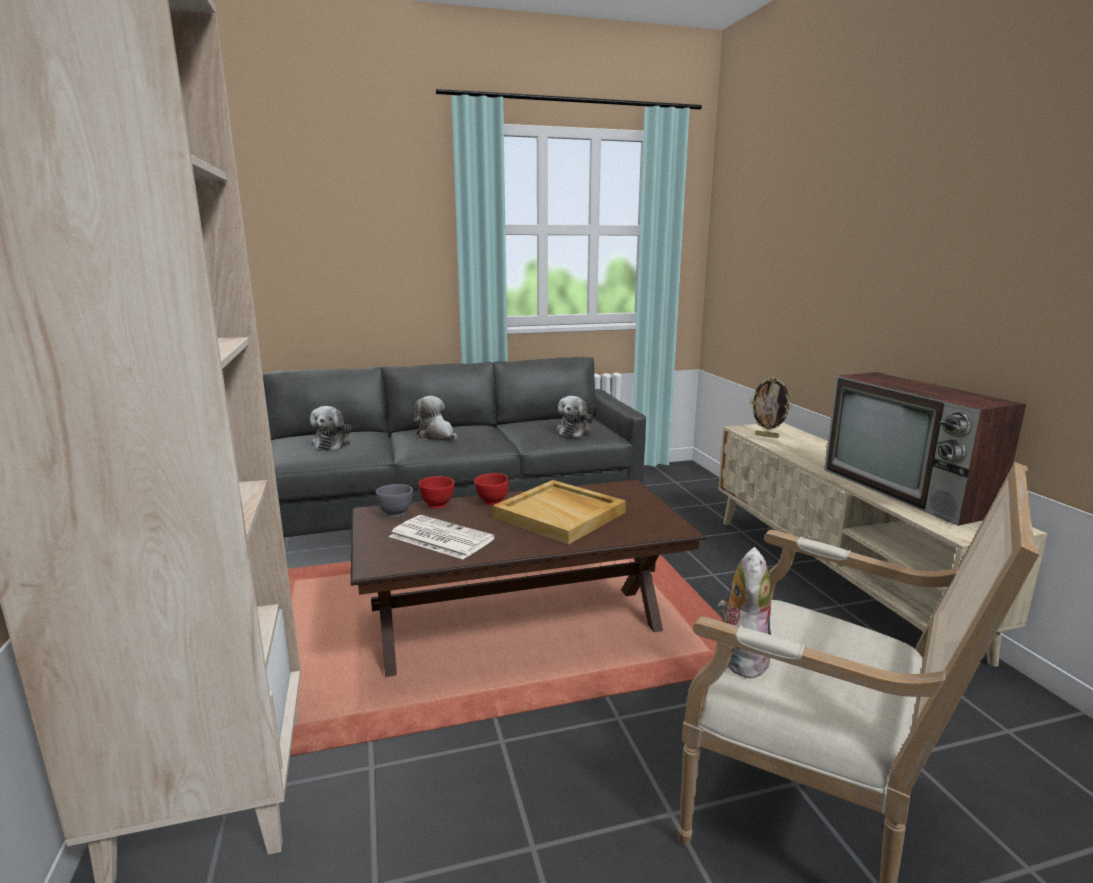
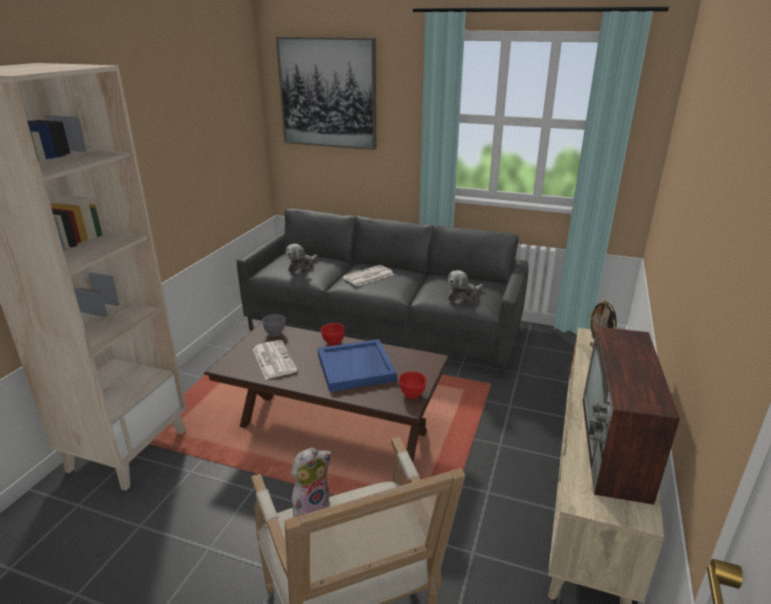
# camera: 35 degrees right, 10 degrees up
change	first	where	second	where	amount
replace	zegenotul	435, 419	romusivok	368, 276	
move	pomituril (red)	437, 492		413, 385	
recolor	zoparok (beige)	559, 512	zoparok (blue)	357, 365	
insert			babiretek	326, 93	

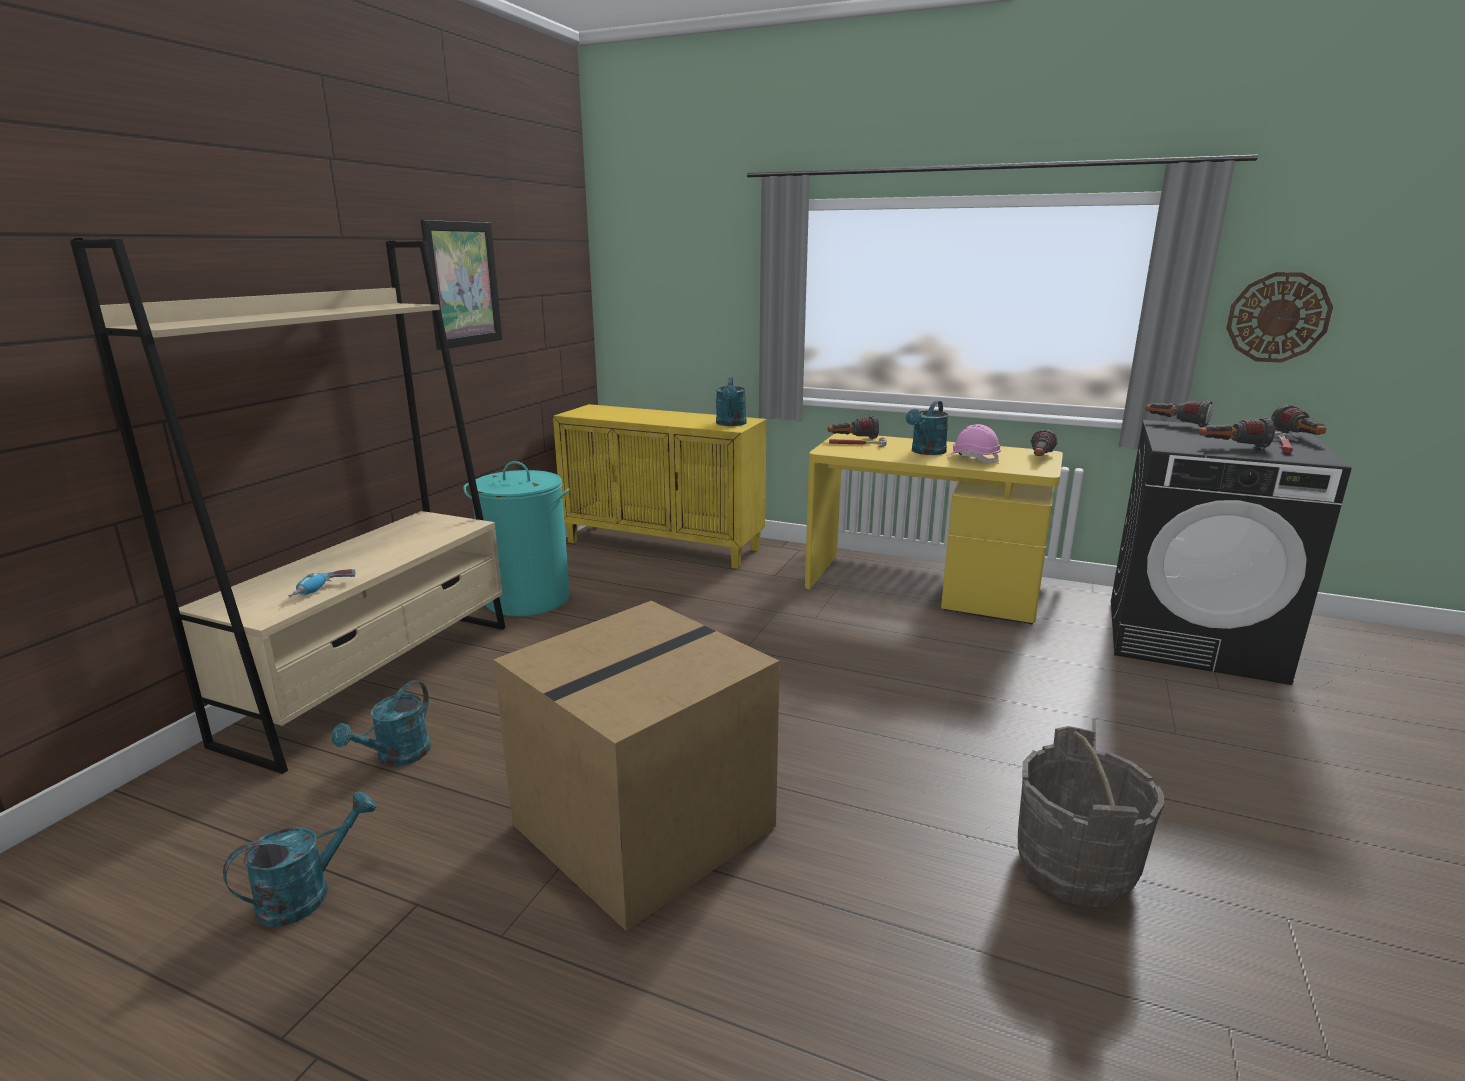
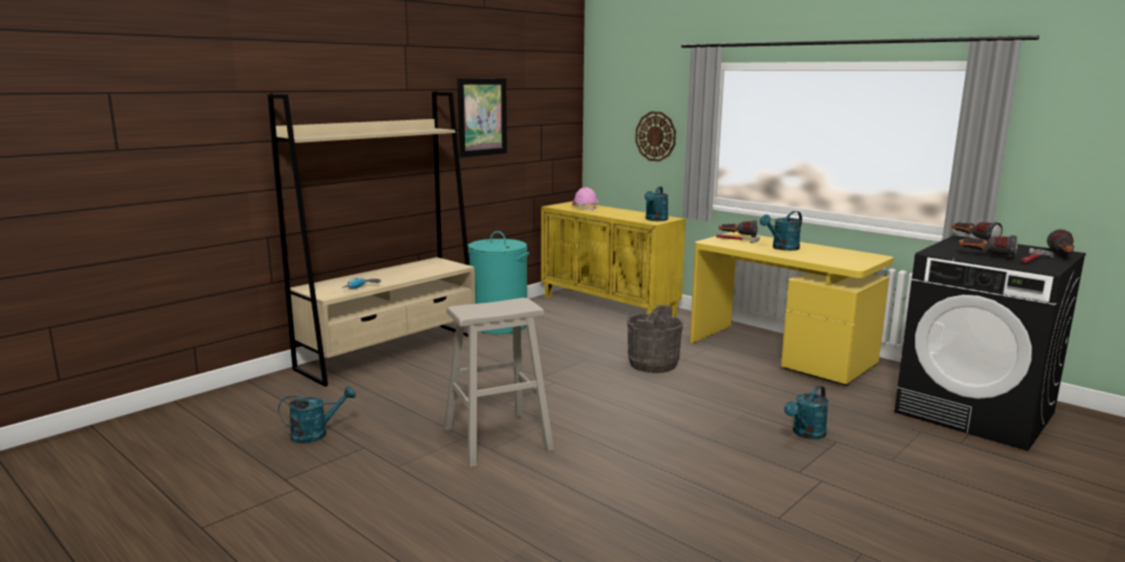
# camera: 20 degrees right, 5 degrees down
change	first	where	second	where	amount
move	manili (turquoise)	381, 723		806, 412	
replace	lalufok	636, 766	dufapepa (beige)	499, 382	
move	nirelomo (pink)	974, 444		585, 198	
move	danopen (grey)	1091, 816		655, 339	
delete	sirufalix	1044, 442			
move	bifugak	1279, 317		655, 136	

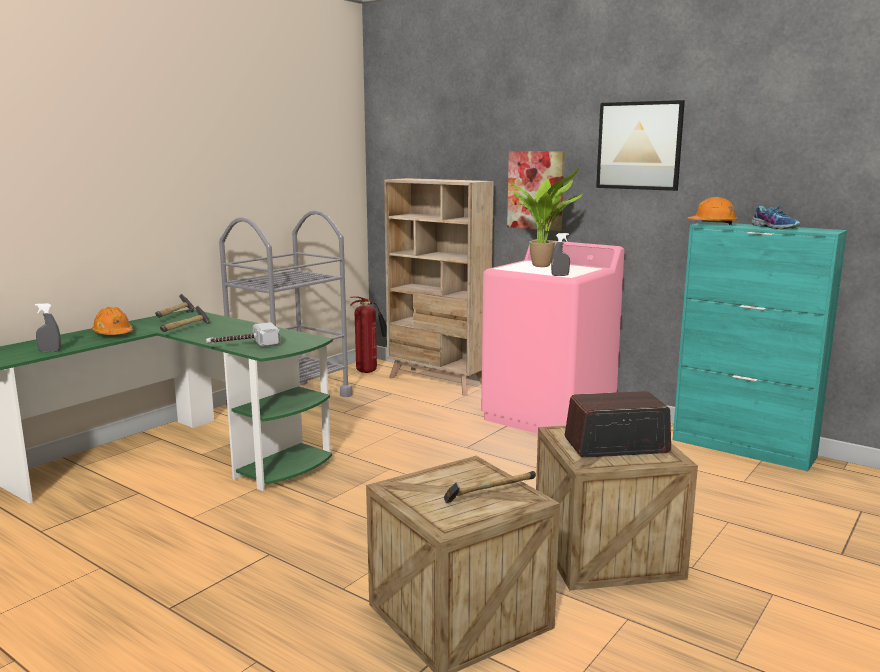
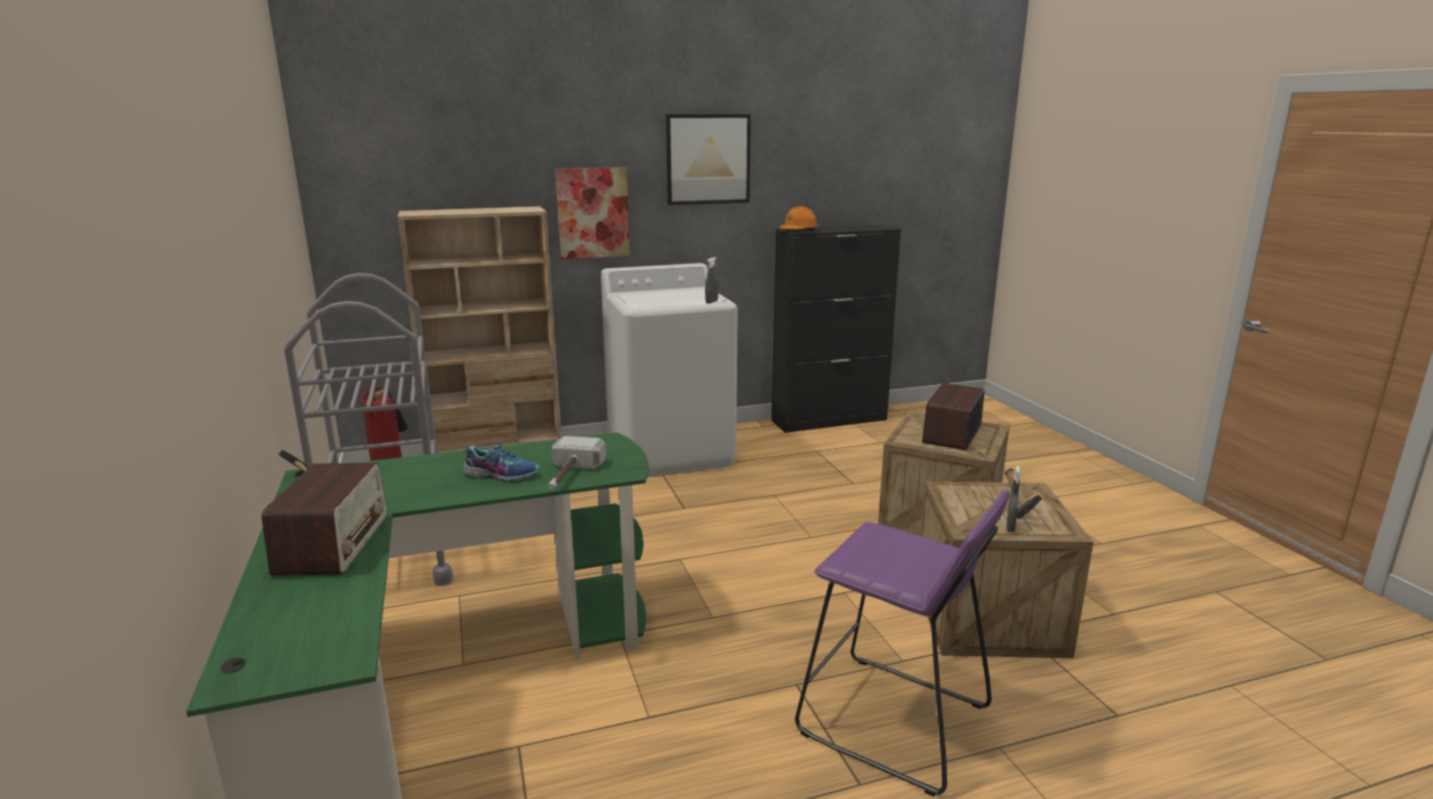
# camera: 55 degrees left, 5 degrees up
change	first	where	second	where	amount
move	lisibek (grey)	48, 327		1013, 499	
replace	nirelomo (orange)	112, 321	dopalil	324, 519	
delete	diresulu	185, 319			
recolor	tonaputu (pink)	552, 336	tonaputu (white)	669, 370	
delete	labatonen	547, 217			
recolor	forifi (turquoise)	760, 346	forifi (black)	836, 329	
move	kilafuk	775, 216		501, 460	
insert			dufapepa (purple)	902, 643	

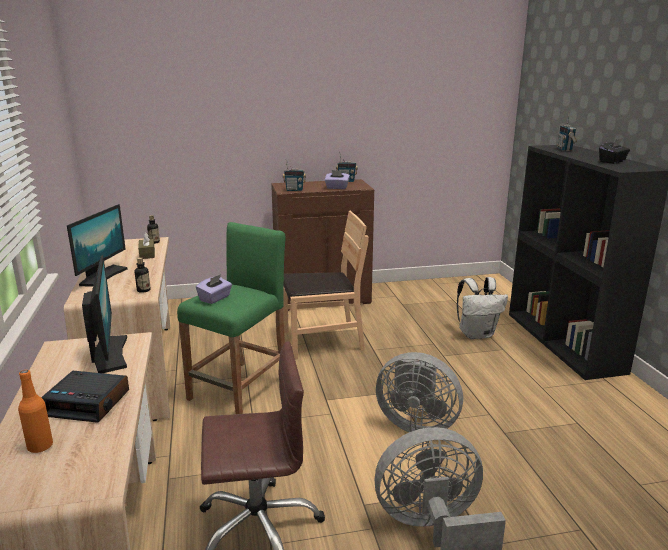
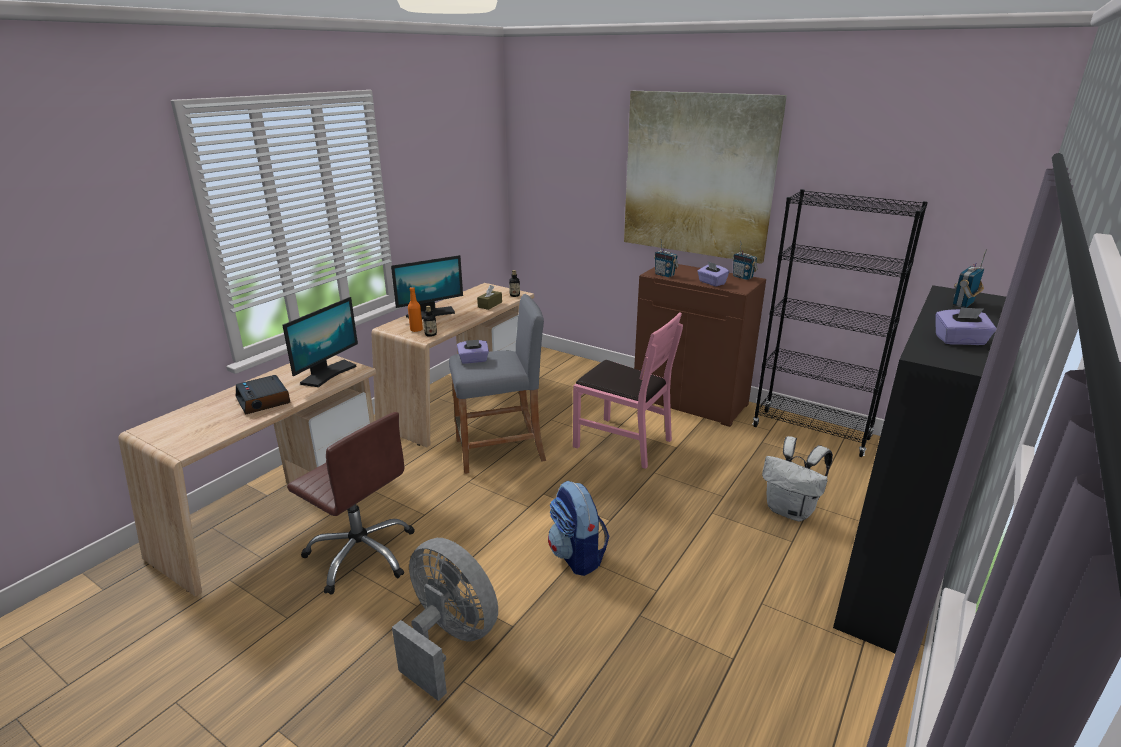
# camera: 45 degrees right, 5 degrees up
change	first	where	second	where	amount
move	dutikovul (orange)	35, 411		415, 309	
recolor	dufapepa (green)	231, 318	dufapepa (grey)	497, 384	
recolor	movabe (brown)	326, 285	movabe (pink)	628, 390	
replace	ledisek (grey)	419, 392	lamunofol	578, 528	
recolor	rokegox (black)	614, 151	rokegox (purple)	966, 326	
insert			babiretek	705, 177	
insert			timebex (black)	840, 323	

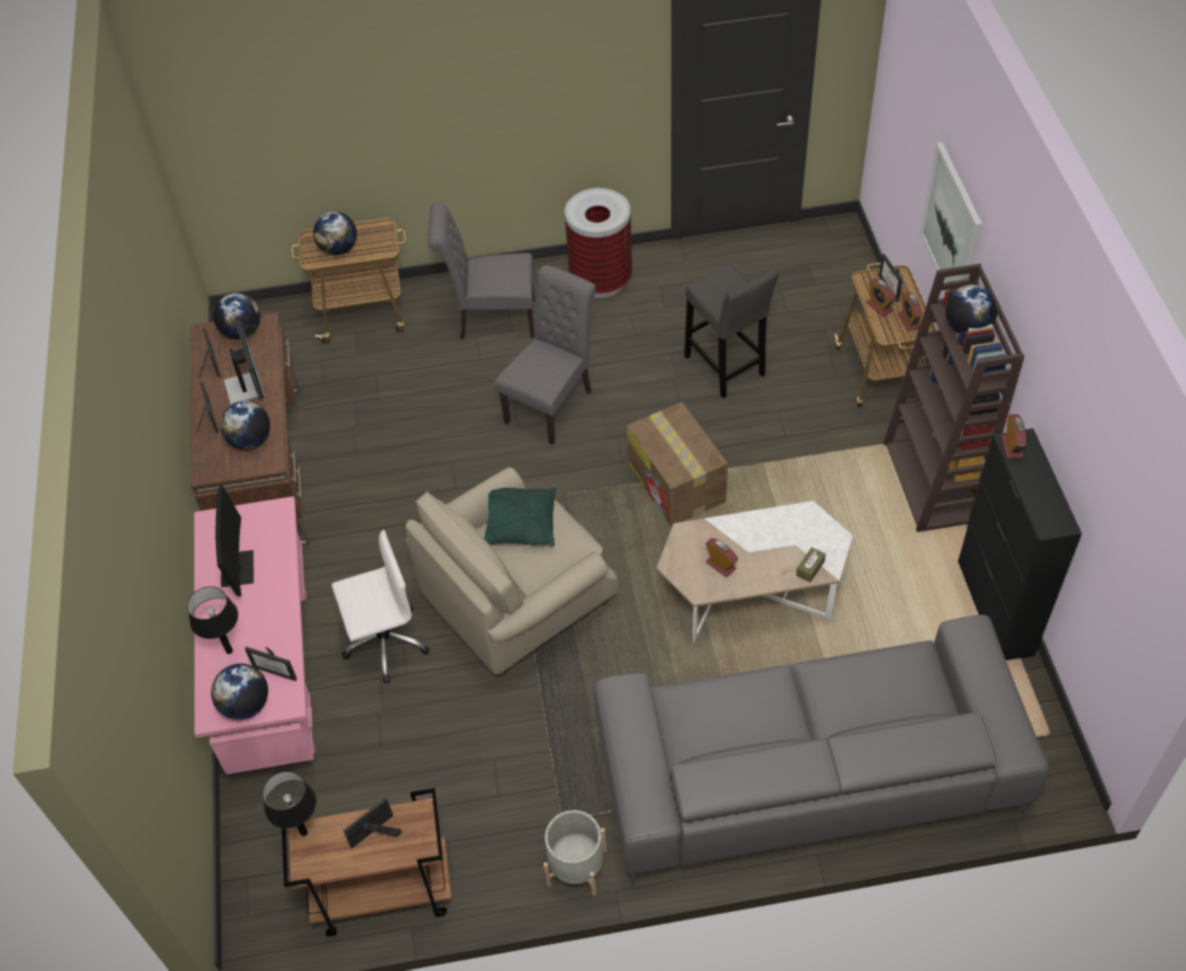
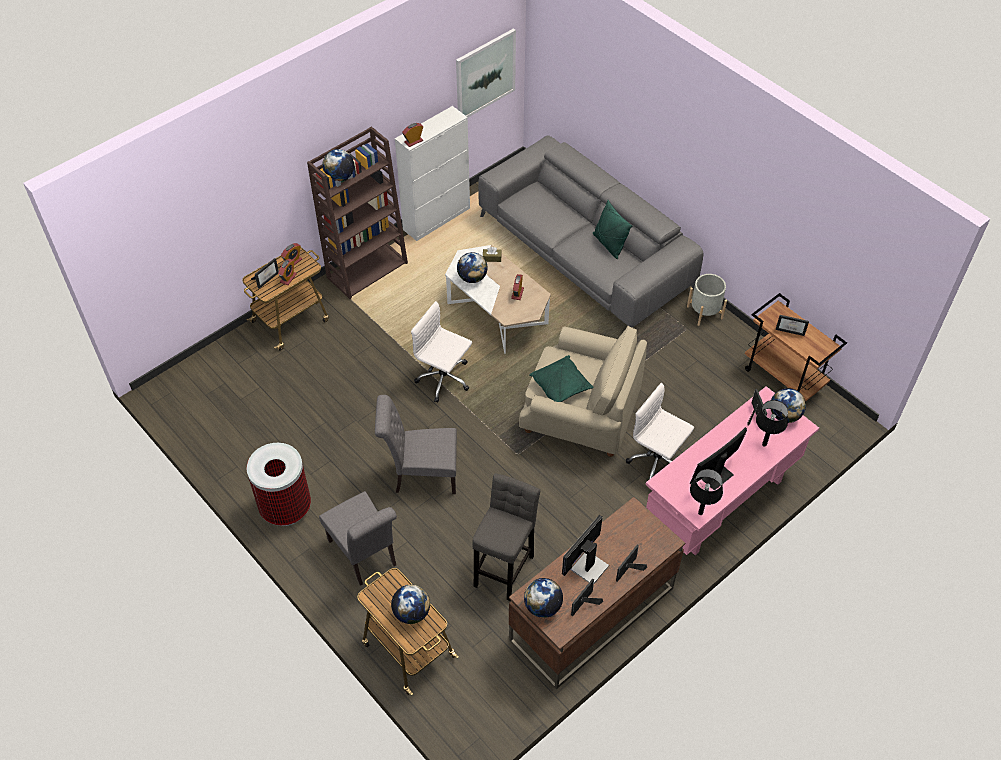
# camera: 125 degrees left, 0 degrees up
change	first	where	second	where	amount
move	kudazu	245, 425		472, 267	
move	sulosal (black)	289, 803		706, 492	
replace	lalufok	677, 464	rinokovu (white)	441, 352	
move	dufapepa (grey)	731, 331		506, 537	
move	babiretek	951, 216		486, 72	
recolor	forifi (black)	1020, 544	forifi (white)	432, 173	
insert			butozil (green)	612, 229	

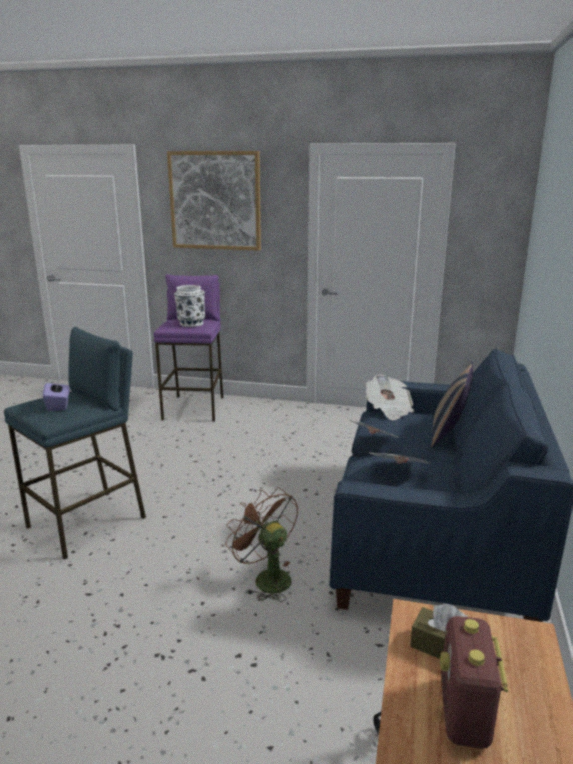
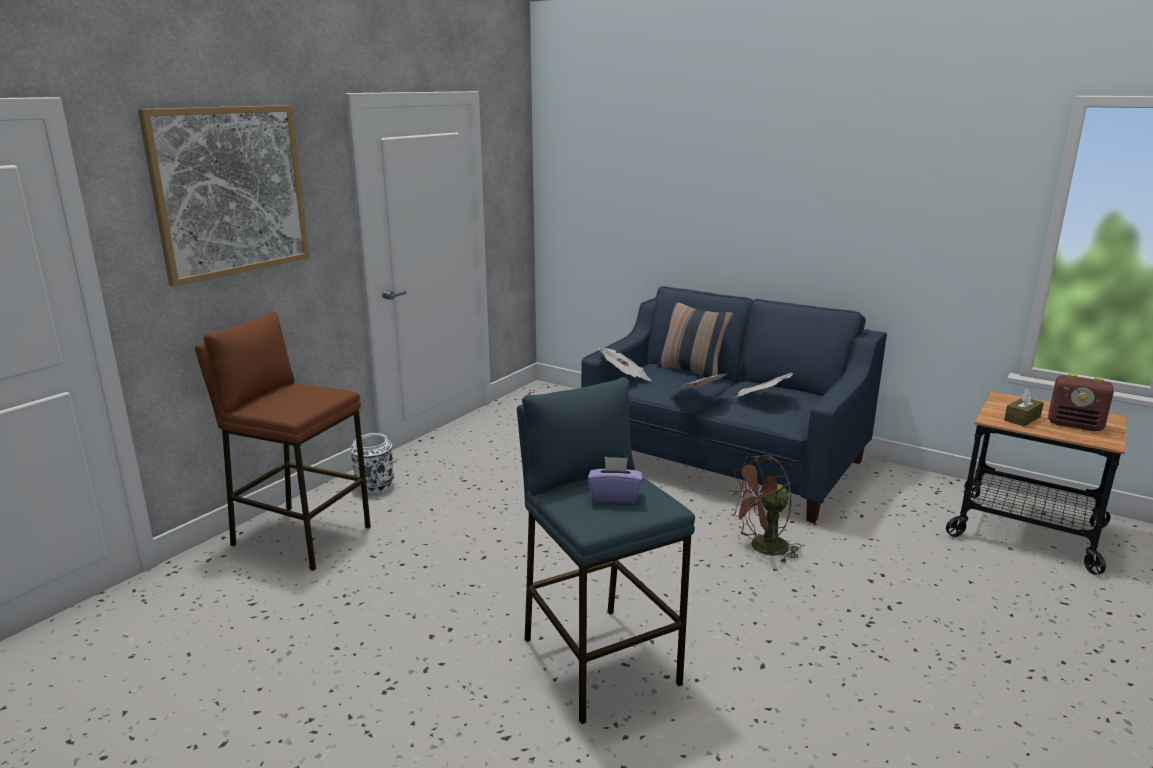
# camera: 70 degrees left, 0 degrees up
change	first	where	second	where	amount
recolor	dufapepa (purple)	188, 348	dufapepa (brown)	283, 441	
move	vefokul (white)	189, 306		372, 463	

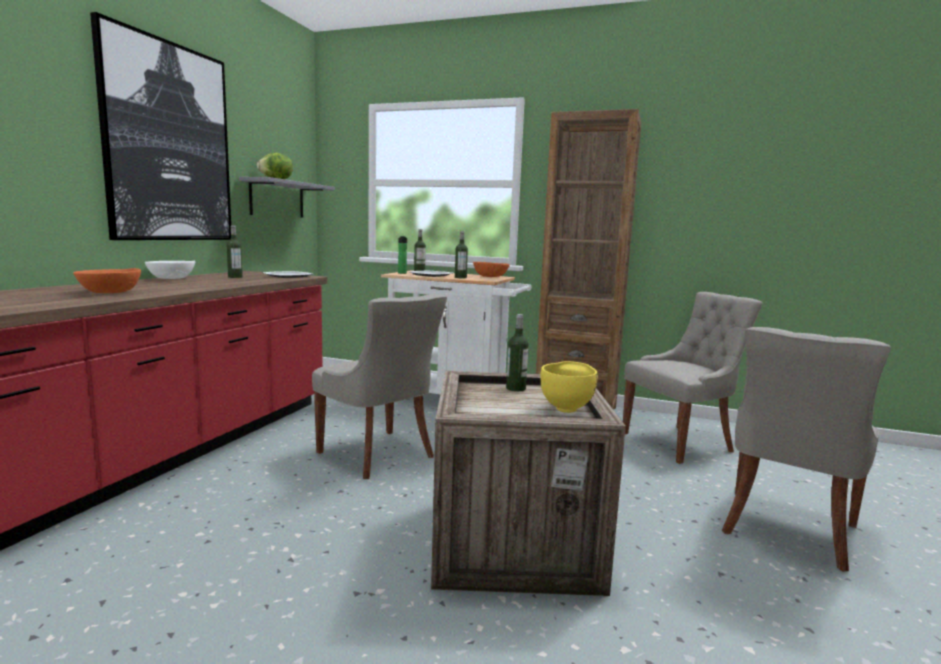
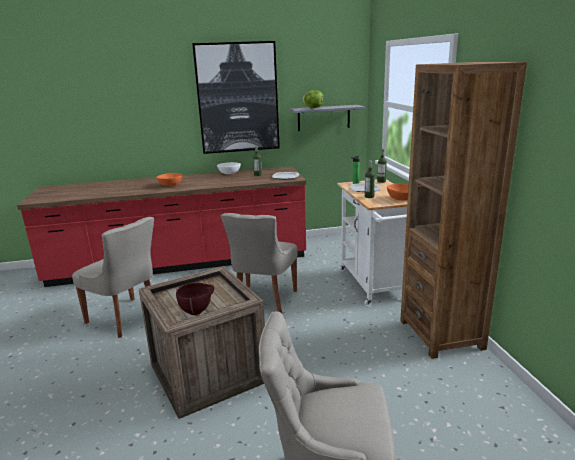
# camera: 60 degrees right, 10 degrees up
change	first	where	second	where	amount
delete	dutikovul	517, 352			
recolor	pomituril (yellow)	569, 387	pomituril (brown)	195, 299	
move	movabe (grey)	693, 378		113, 277	

